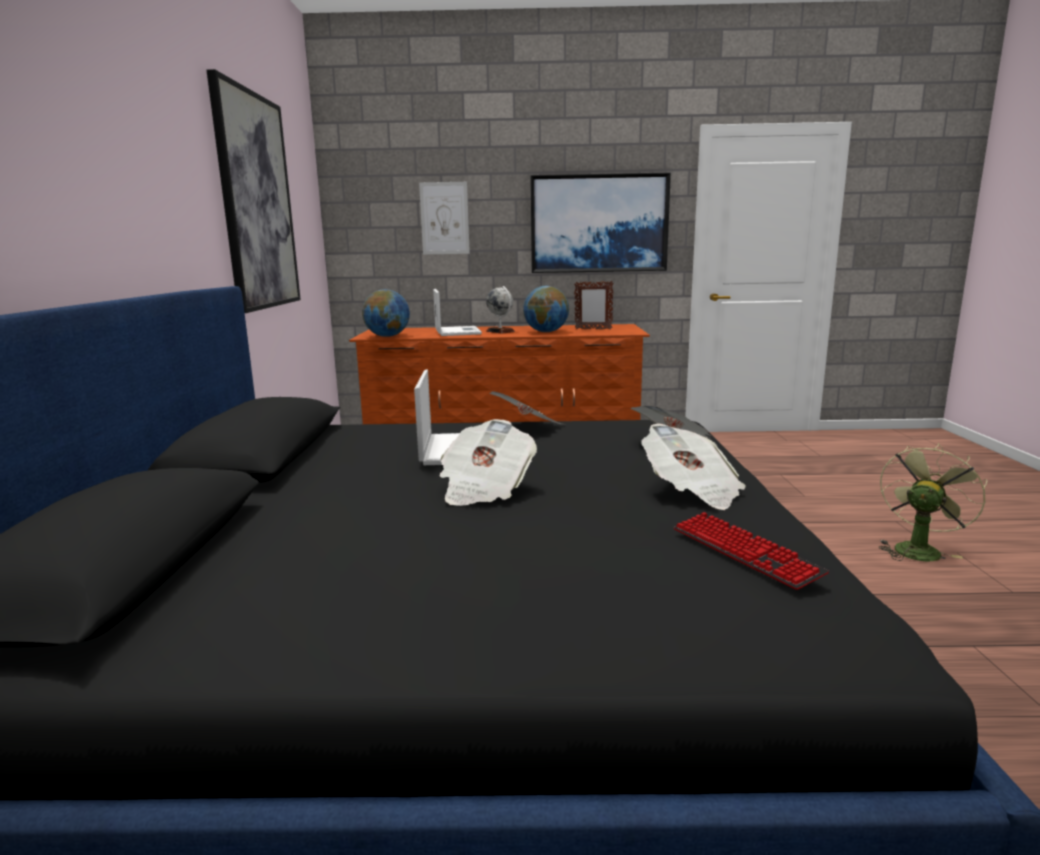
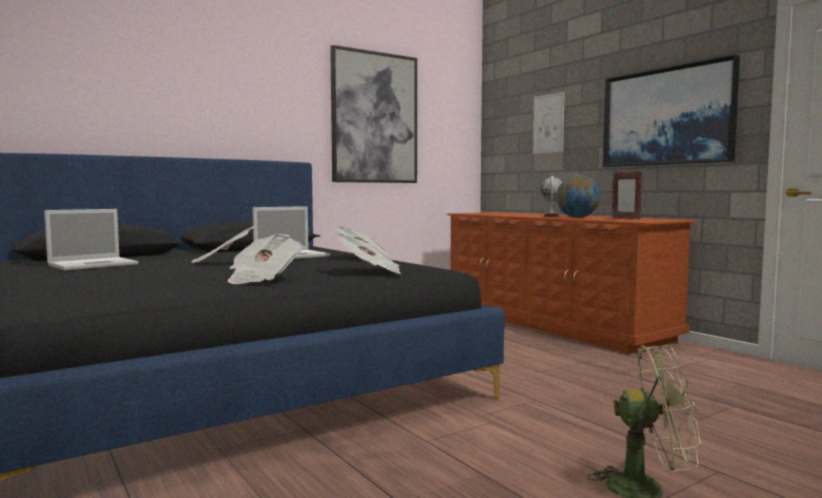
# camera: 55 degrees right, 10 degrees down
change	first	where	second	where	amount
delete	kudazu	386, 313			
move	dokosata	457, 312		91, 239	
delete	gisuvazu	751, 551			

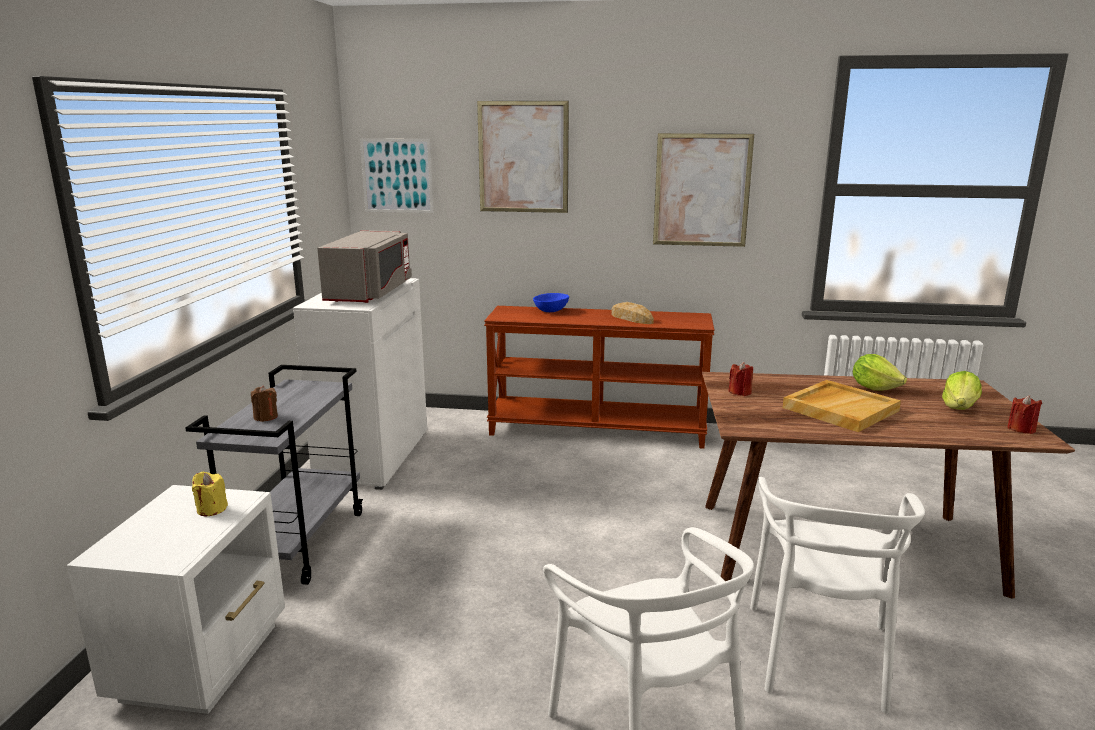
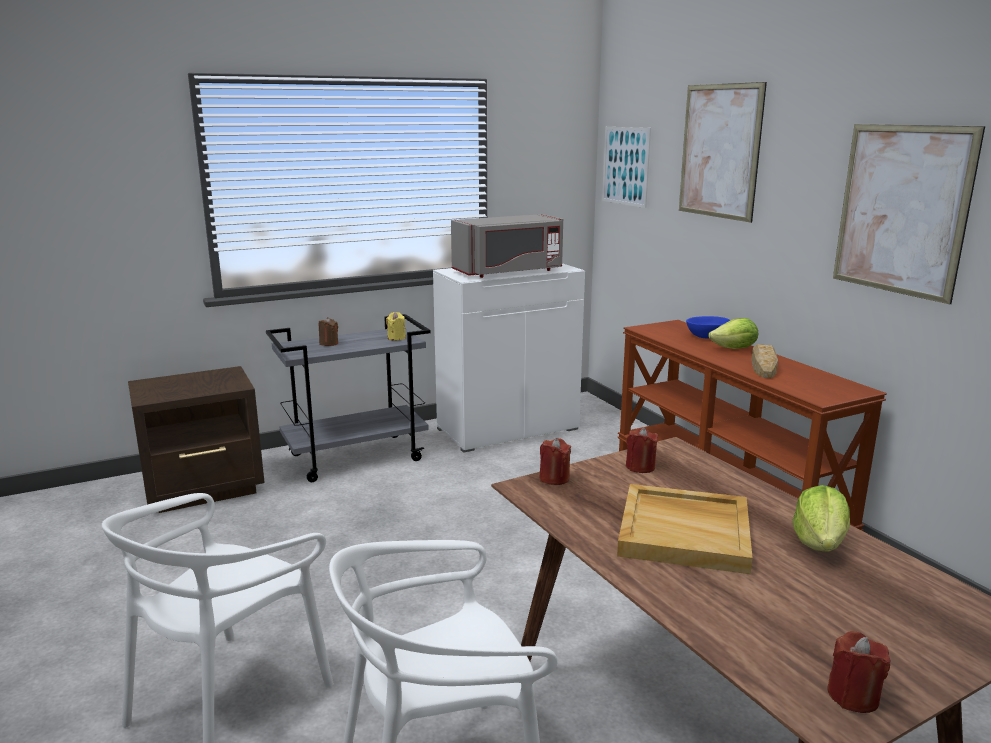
# camera: 55 degrees right, 0 degrees up
change	first	where	second	where	amount
recolor	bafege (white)	176, 599	bafege (brown)	196, 439	
move	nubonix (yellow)	210, 494		396, 326	
move	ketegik	962, 390		733, 333	
insert			nubonix (red)	555, 461	

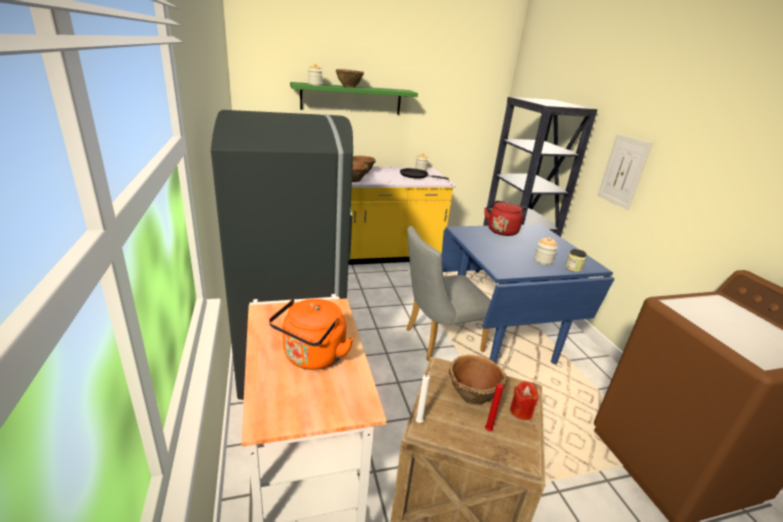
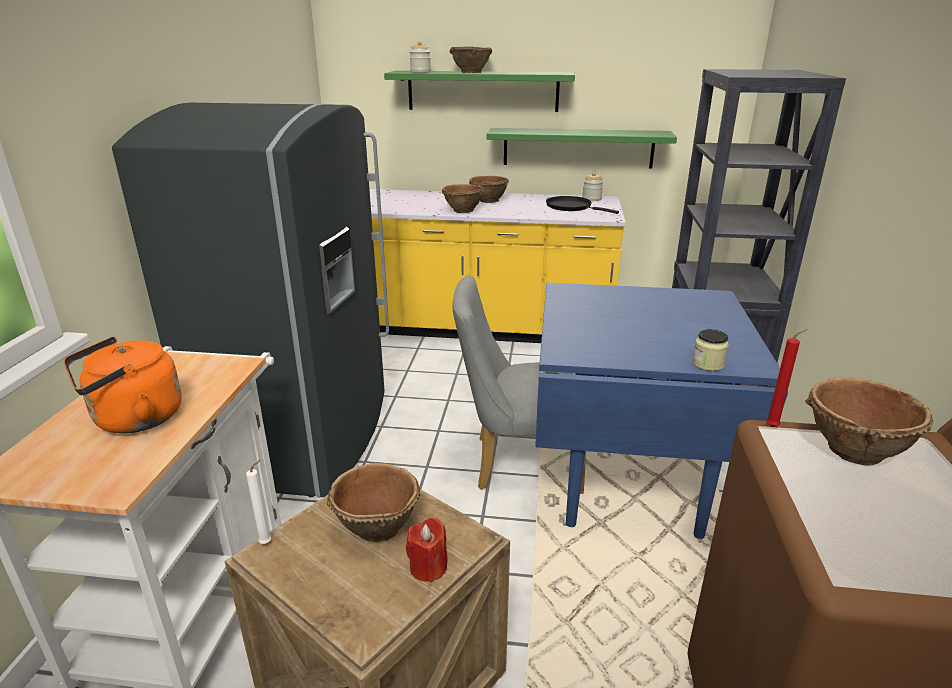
# camera: 25 degrees right, 0 degrees up
change	first	where	second	where	amount
delete	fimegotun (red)	505, 218			
move	nubonix (red)	496, 404		786, 378	
delete	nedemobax	546, 251			
delete	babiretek	625, 172			
insert			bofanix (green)	582, 148	
insert			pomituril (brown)	869, 421	

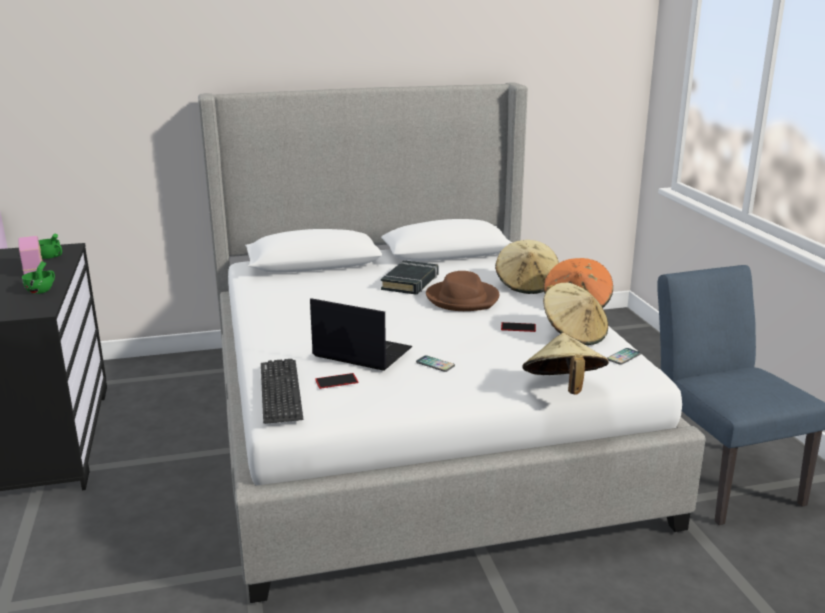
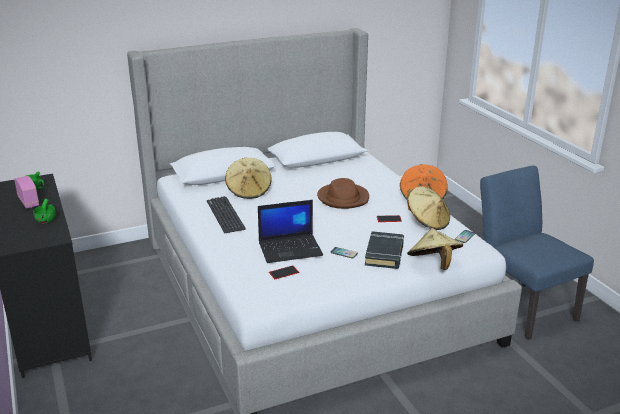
# camera: 10 degrees left, 5 degrees up
change	first	where	second	where	amount
move	gisuvazu	282, 391		226, 214	
rotate	dokosata	361, 334		290, 231	150 degrees clockwise
move	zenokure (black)	409, 277		384, 250	
move	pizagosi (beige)	527, 267		248, 178	

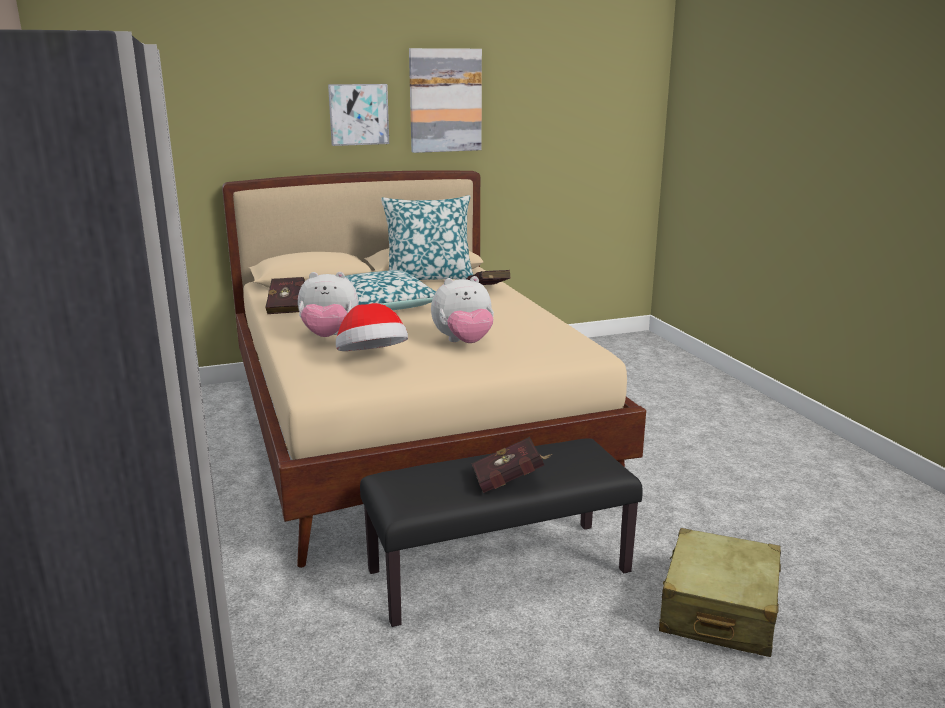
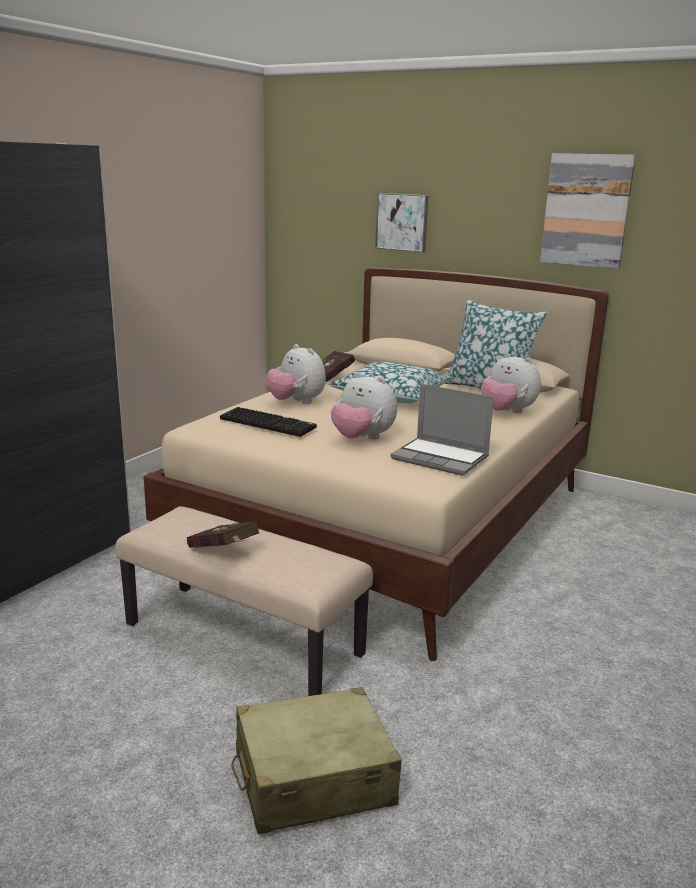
# camera: 50 degrees right, 0 degrees up
change	first	where	second	where	amount
move	babiretek	358, 115		402, 222	
replace	pizagosi	372, 327	gisuvazu	268, 422	
recolor	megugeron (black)	501, 532	megugeron (beige)	244, 601	
replace	zenokure (red)	488, 277	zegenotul	511, 383	
insert			dokosata	442, 430	

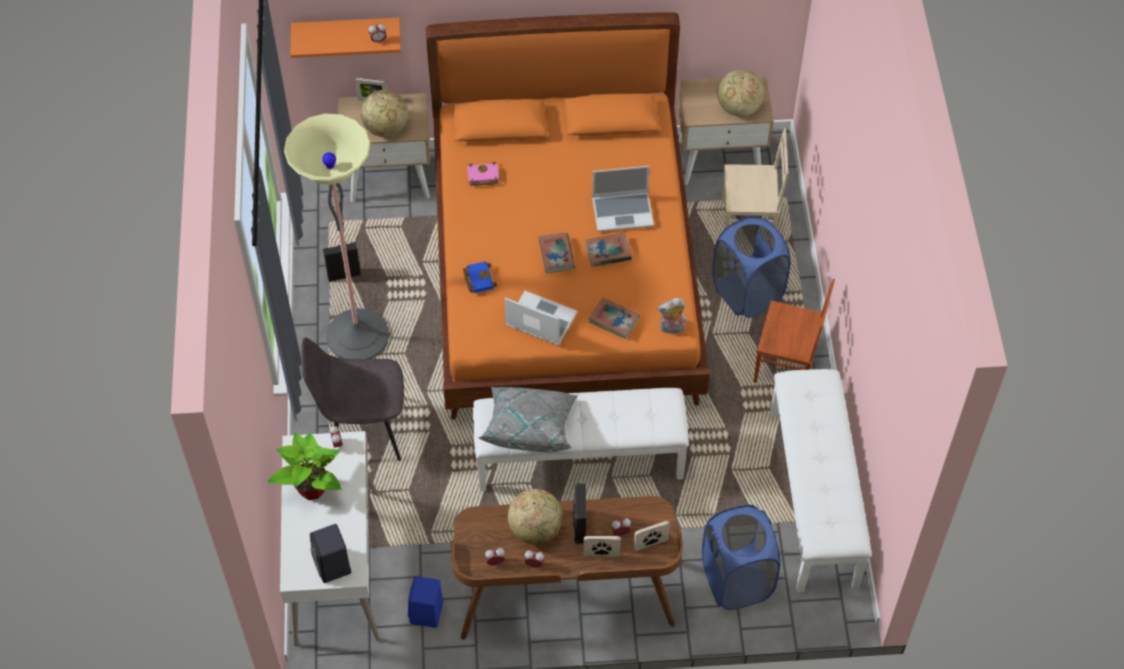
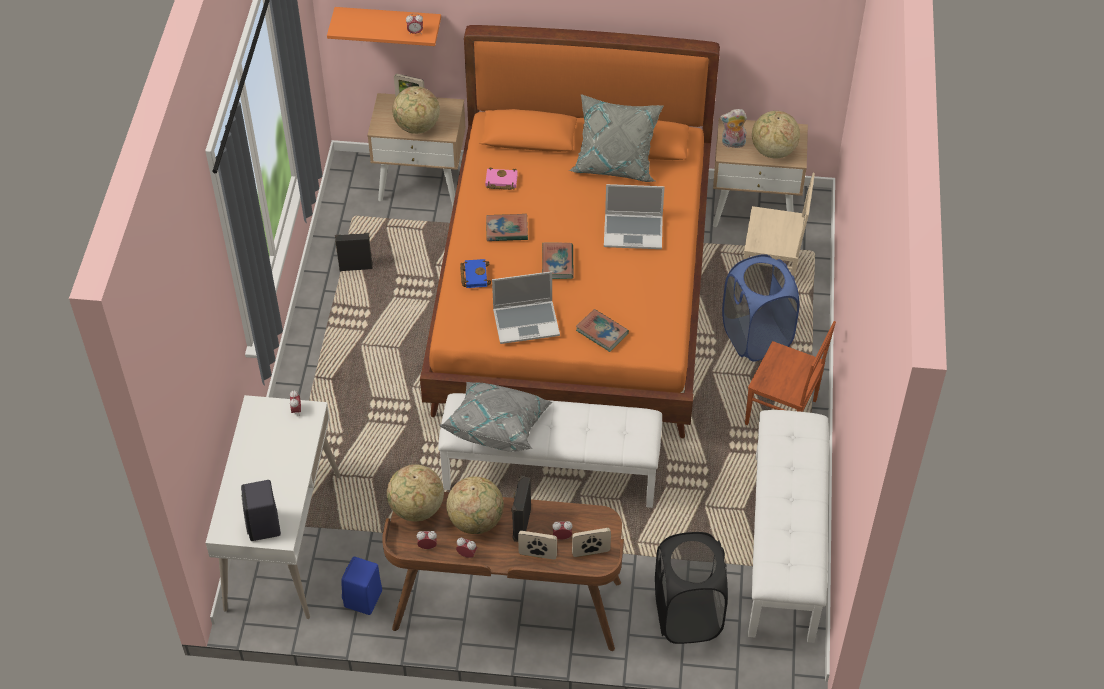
# camera: 10 degrees right, 5 degrees down
change	first	where	second	where	amount
delete	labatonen	305, 466			
delete	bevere	336, 236			
delete	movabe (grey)	352, 399			
rotate	dokosata	541, 318		526, 307	135 degrees clockwise
move	zenokure	608, 250		507, 227	
move	zegenotul	671, 316		733, 129	
recolor	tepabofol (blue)	741, 557	tepabofol (black)	691, 588	
insert			kudazu	415, 492	
insert			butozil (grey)	616, 138	

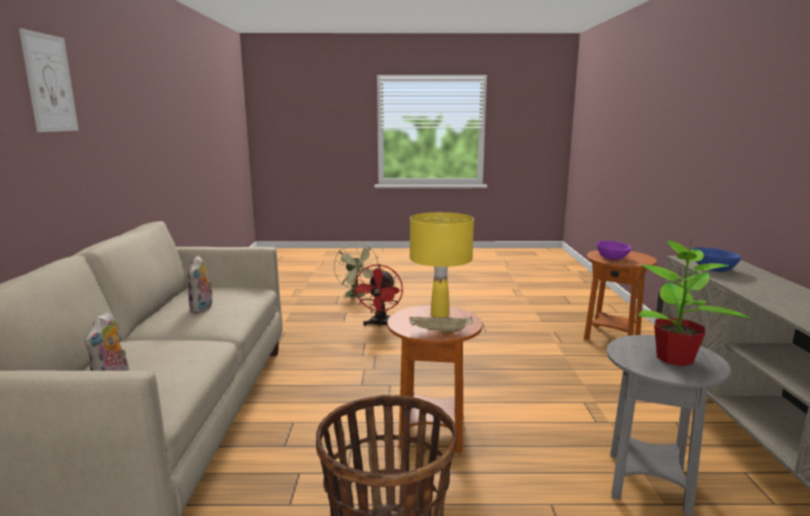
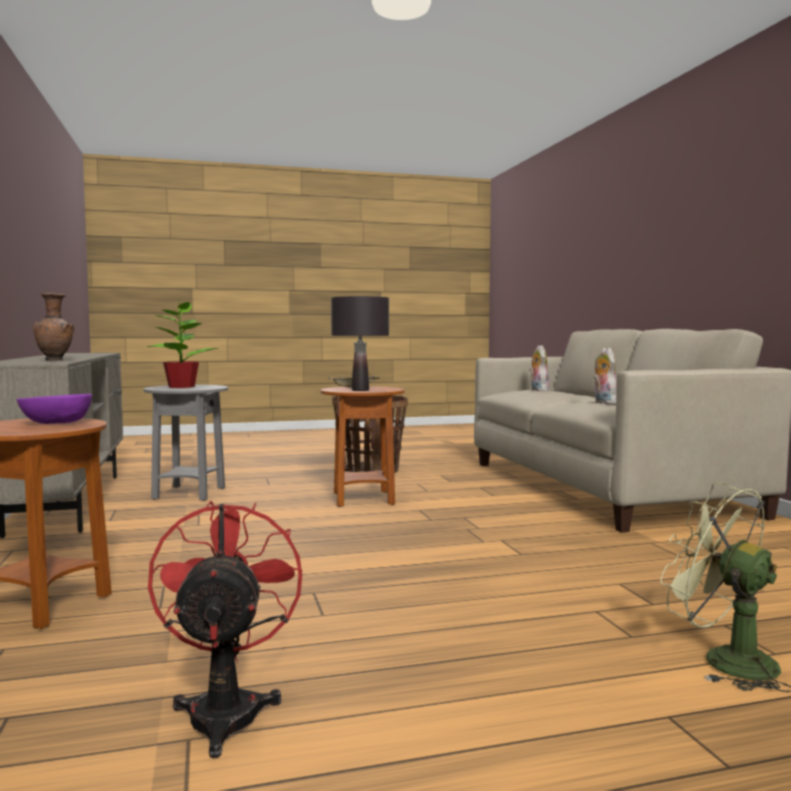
# camera: 165 degrees right, 10 degrees down
change	first	where	second	where	amount
delete	babiretek	49, 80			
move	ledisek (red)	378, 295		225, 629	
recolor	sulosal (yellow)	442, 265	sulosal (black)	360, 343	
replace	pomituril (blue)	716, 259	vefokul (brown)	53, 327	

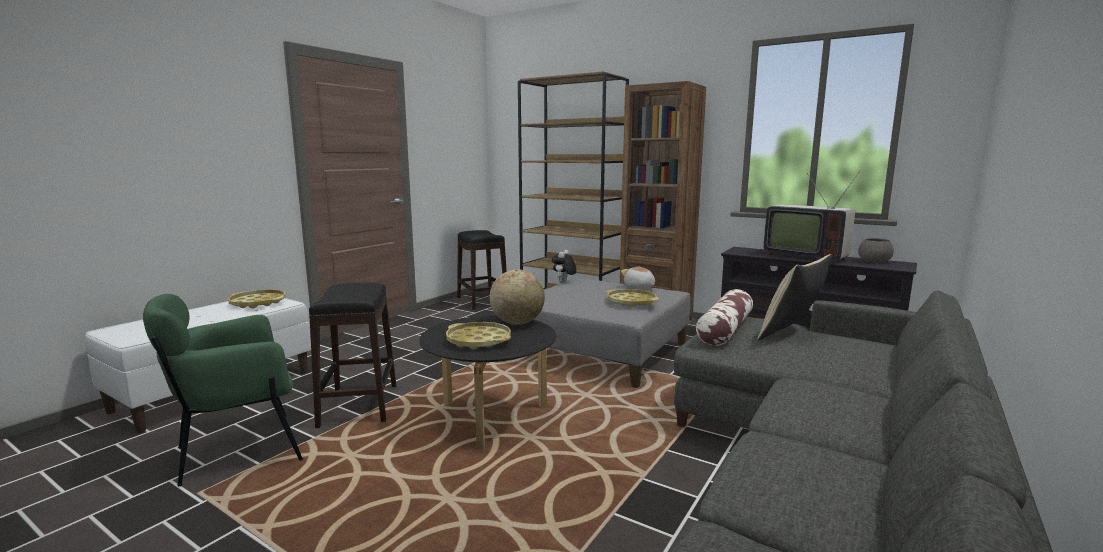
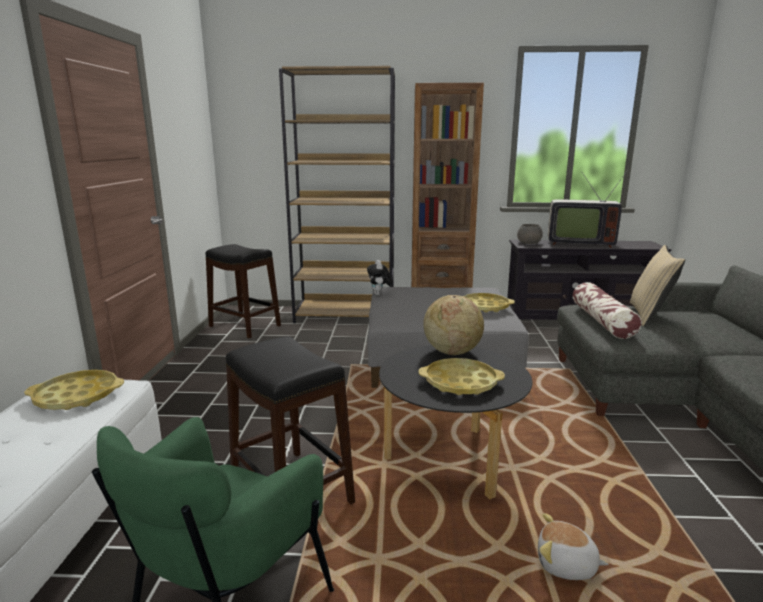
# camera: 30 degrees left, 5 degrees up
change	first	where	second	where	amount
move	zegenotul	638, 278		573, 546	
move	pomituril (grey)	876, 250		530, 234	

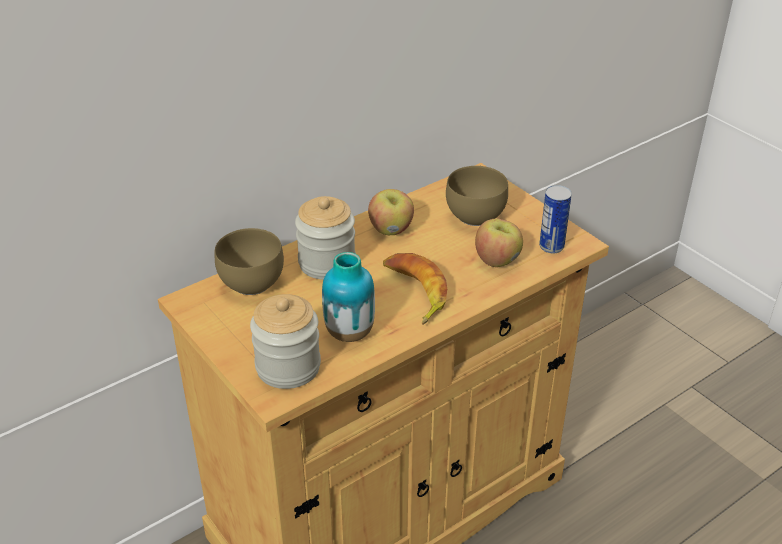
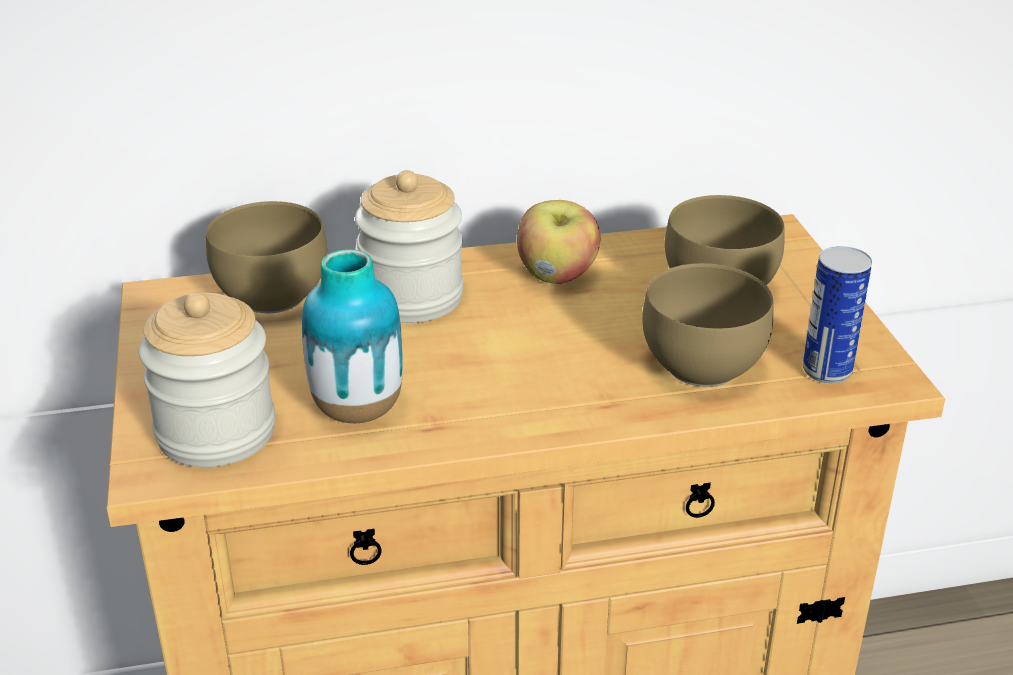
# camera: 25 degrees right, 5 degrees down
change	first	where	second	where	amount
delete	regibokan	415, 288			
replace	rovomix	499, 243	pomituril (brown)	708, 325	

